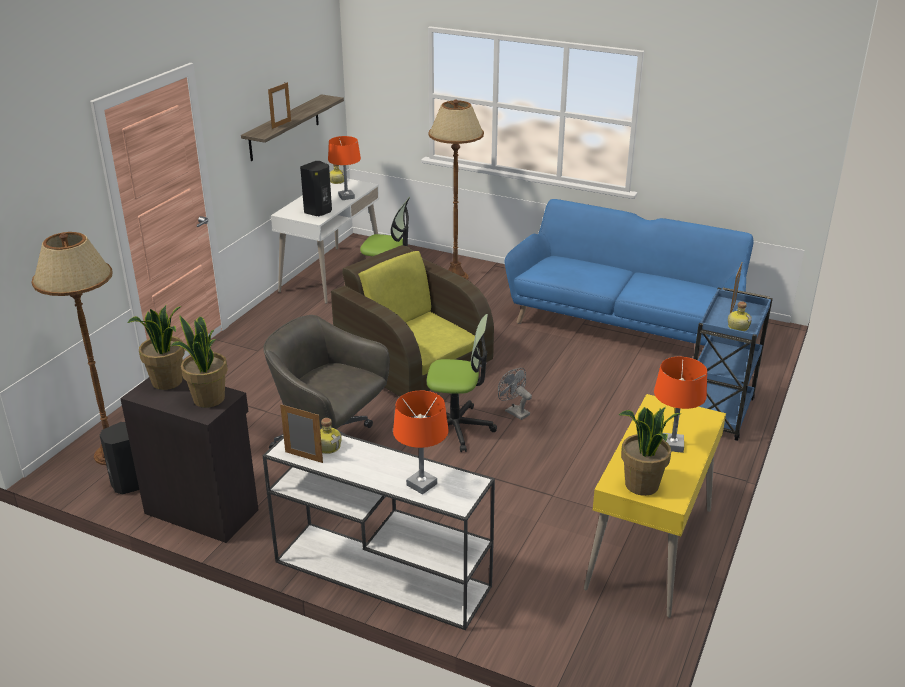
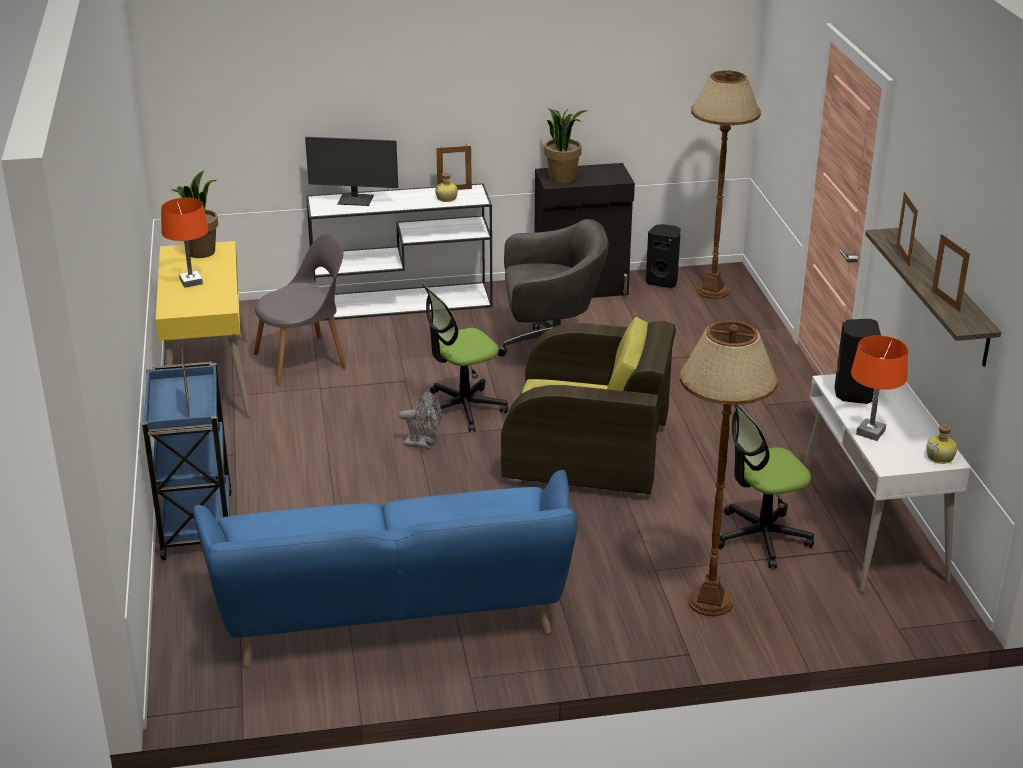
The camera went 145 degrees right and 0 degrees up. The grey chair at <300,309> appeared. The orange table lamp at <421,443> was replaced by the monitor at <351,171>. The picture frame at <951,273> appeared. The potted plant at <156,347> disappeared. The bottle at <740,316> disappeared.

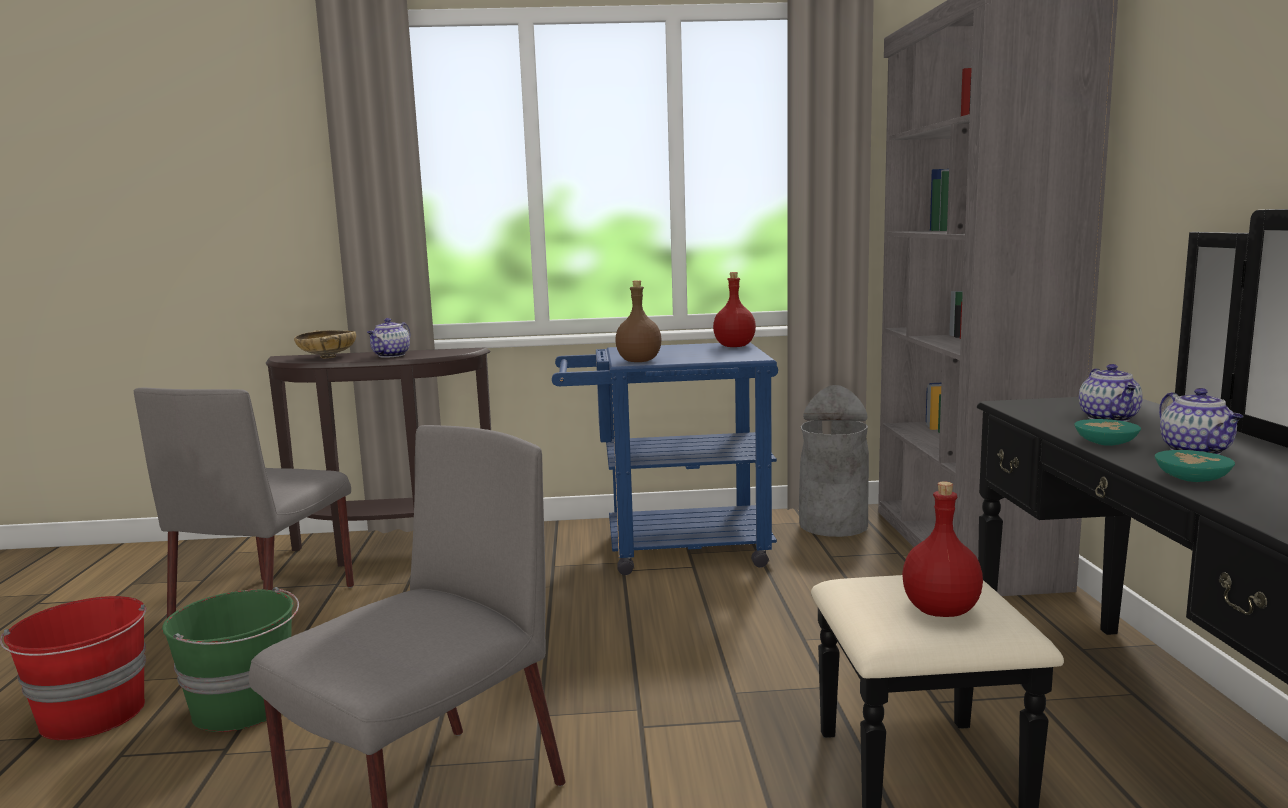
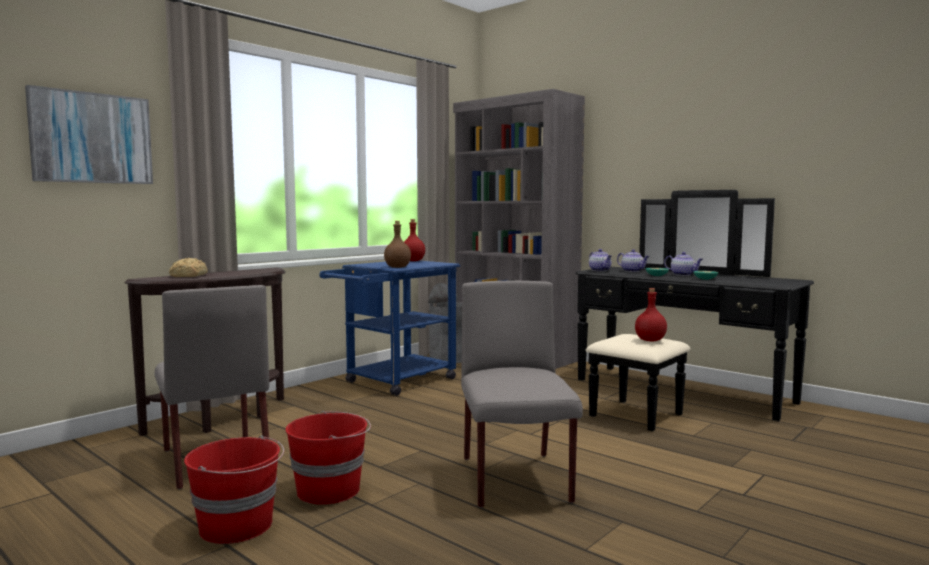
The camera went 45 degrees left and 5 degrees down. The picture at <89,134> appeared. The beige bowl at <325,344> was replaced by the bread at <188,267>. The green bucket at <230,659> became the red bucket at <328,458>. The teapot moved from <388,338> to <600,260>.

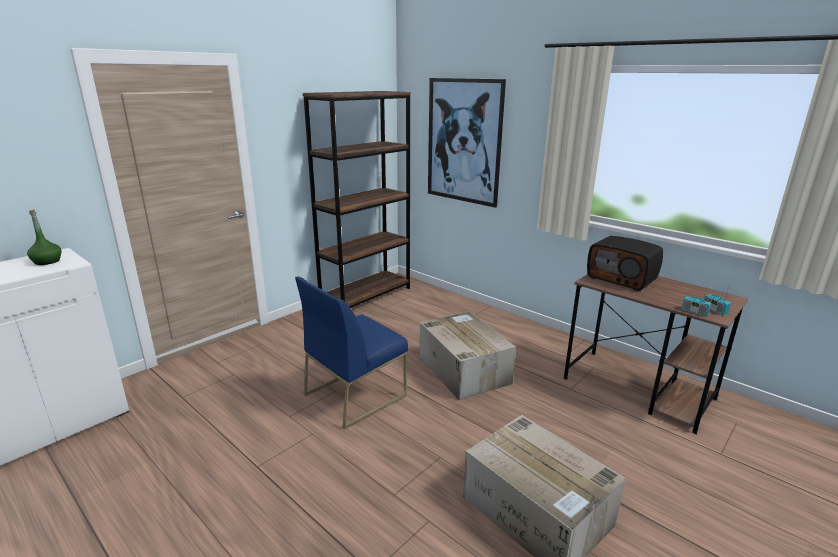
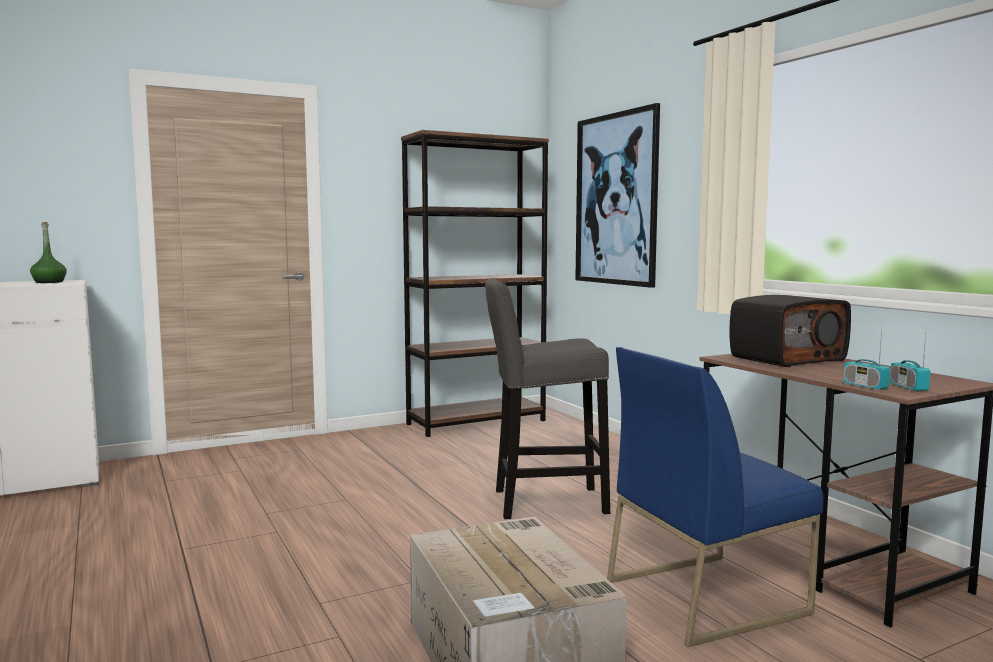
The camera went 20 degrees right and 15 degrees down. The cardboard box at <467,356> was replaced by the grey stool at <547,398>. The blue chair moved from <351,353> to <715,497>. The radio at <625,263> turned 90 degrees counterclockwise.

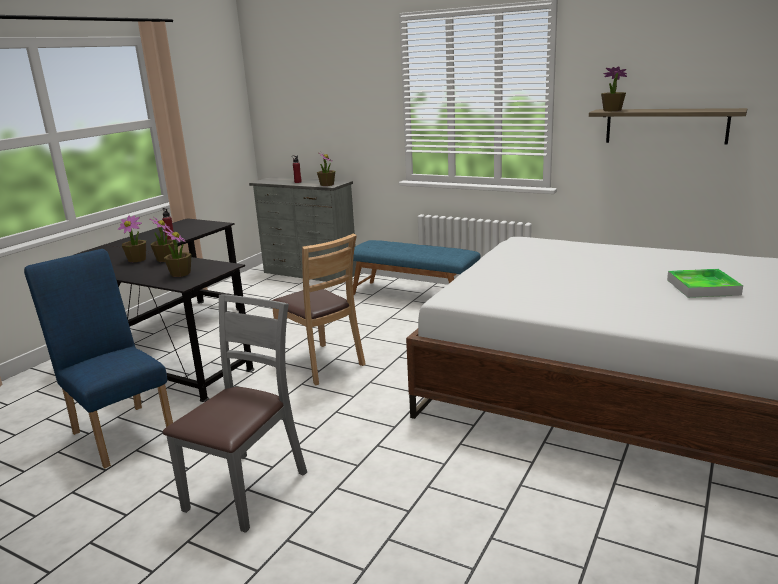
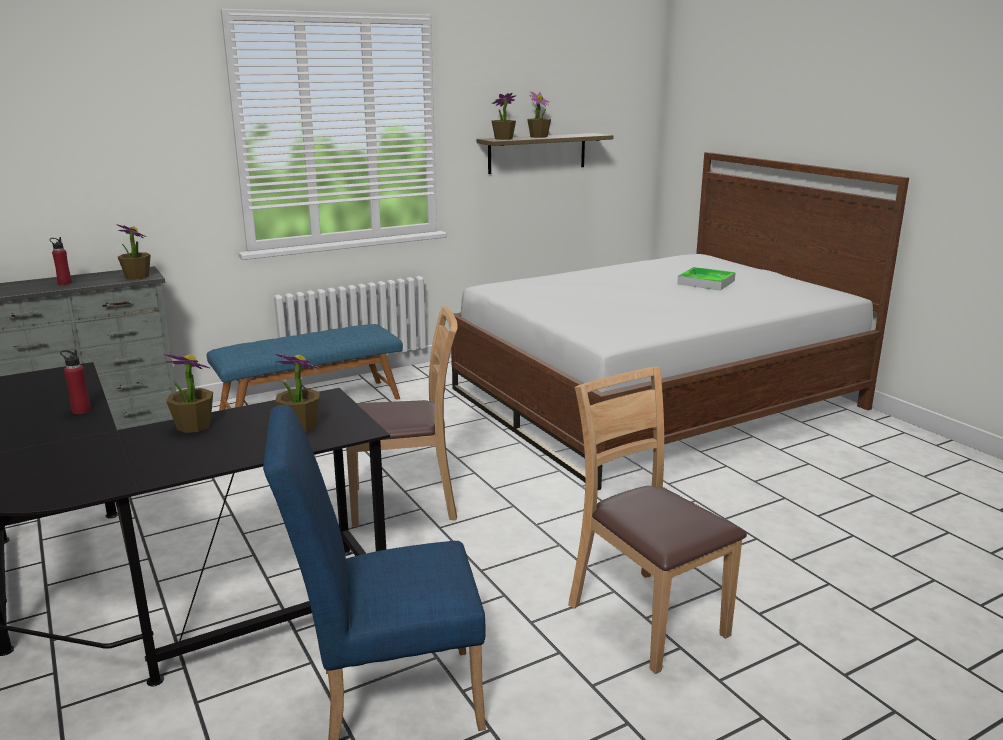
The camera went 60 degrees left and 0 degrees up. The potted plant moved from <132,239> to <539,115>. The grey chair at <235,414> became the brown chair at <657,520>.

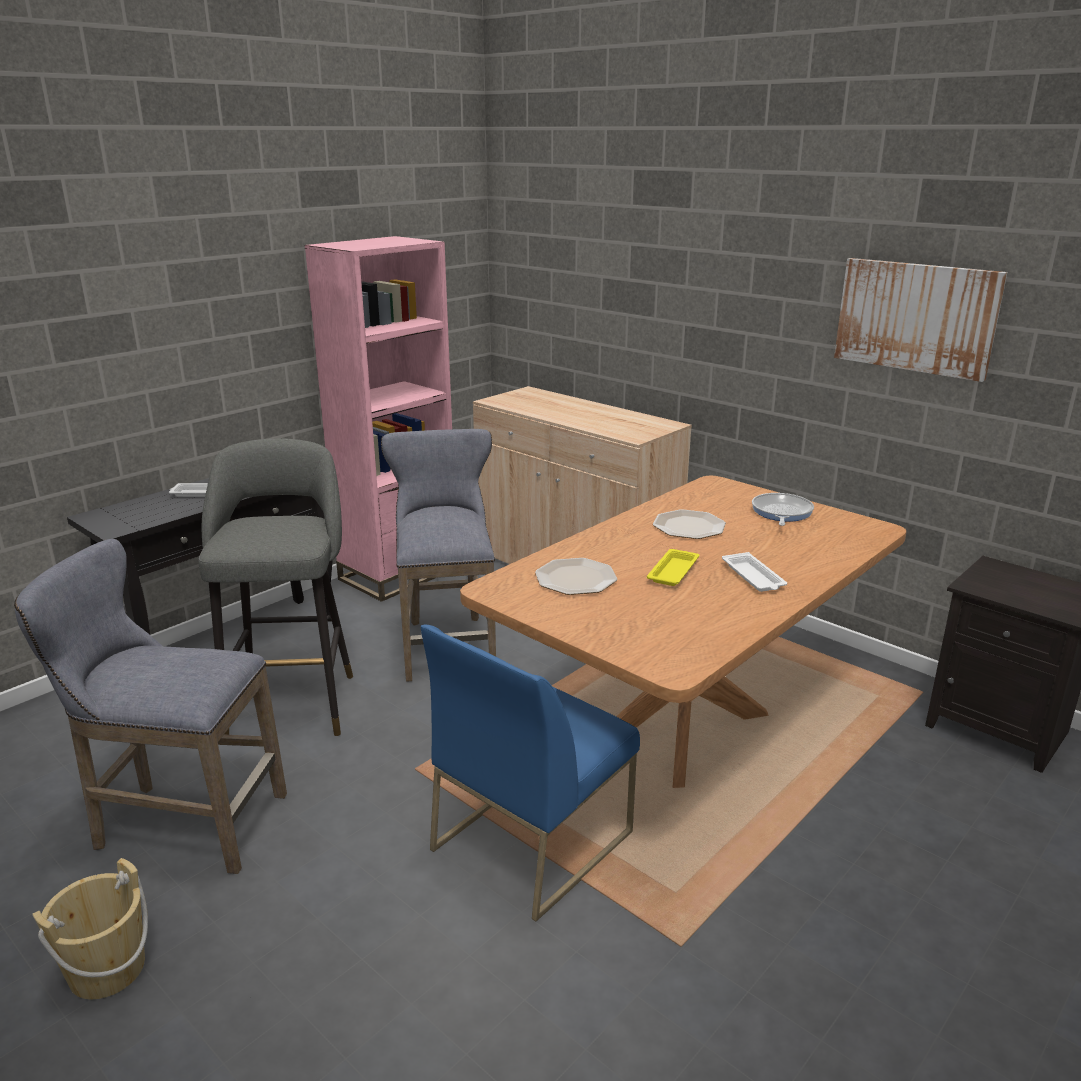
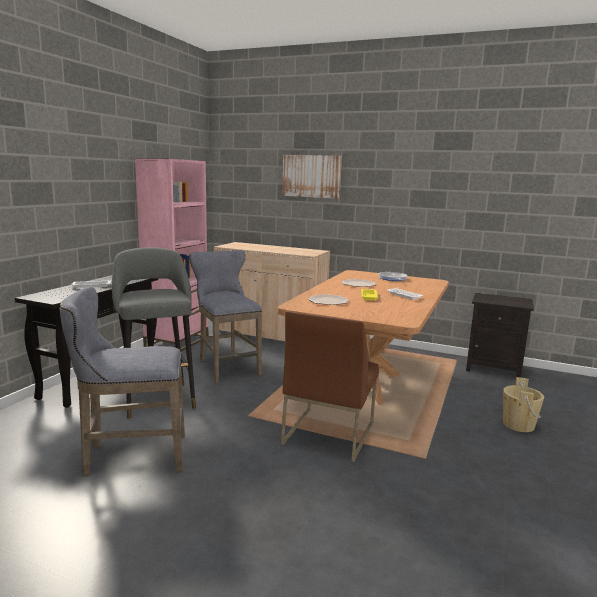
The camera went 20 degrees left and 10 degrees down. The blue chair at <530,773> became the brown chair at <330,386>. The picture moved from <920,320> to <312,177>. The beige bucket moved from <90,928> to <523,404>.

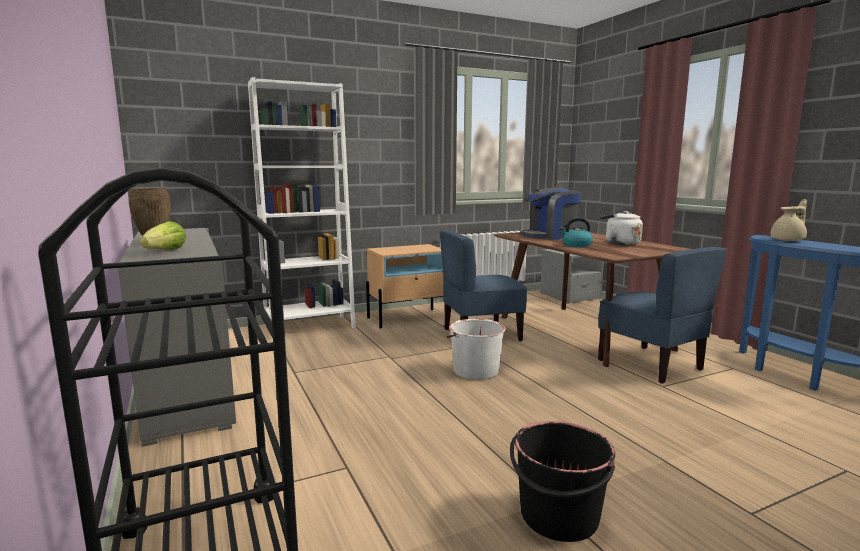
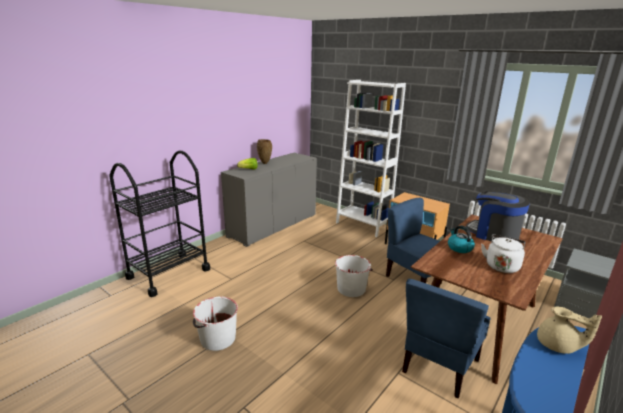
The camera went 65 degrees right and 10 degrees up. The black bucket at <562,481> became the white bucket at <215,324>.

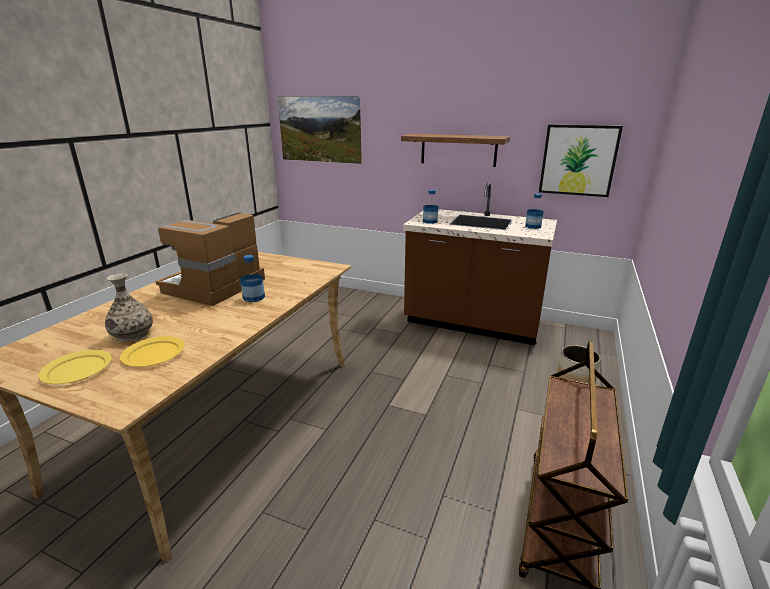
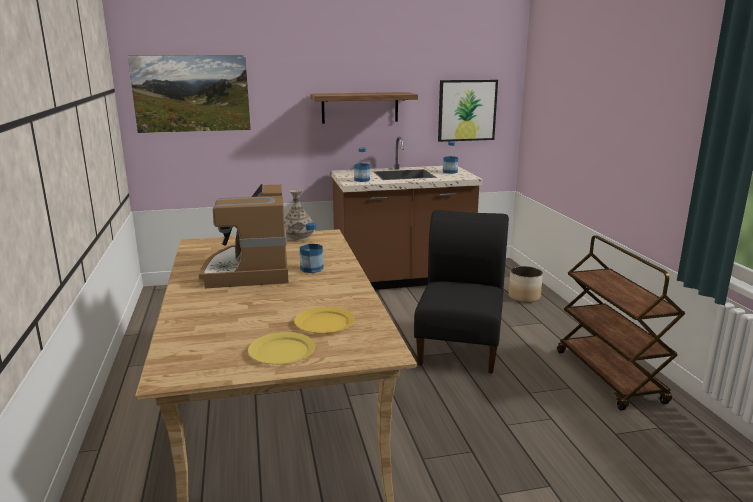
The camera went 35 degrees left and 5 degrees down. The vase moved from <129,307> to <299,215>. The black chair at <461,292> appeared.

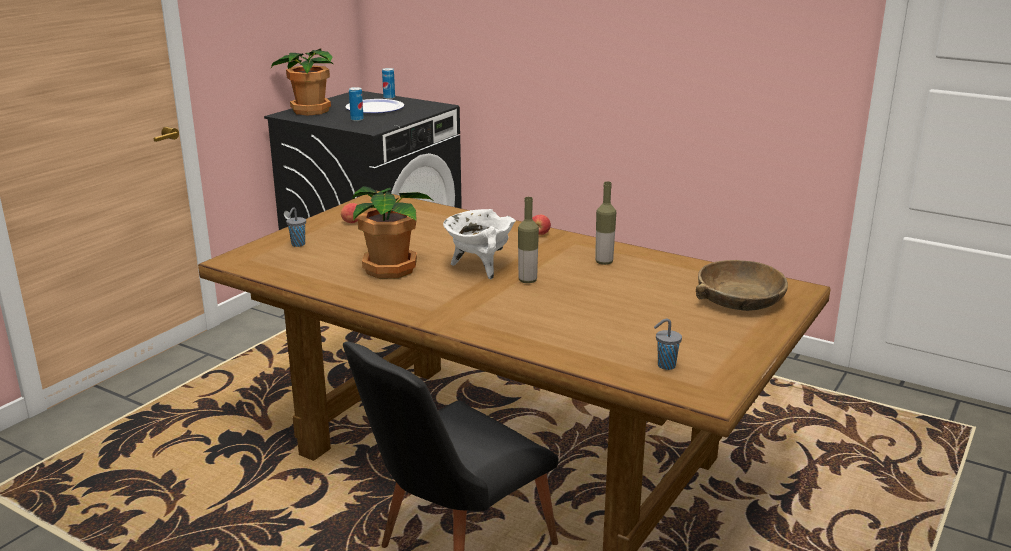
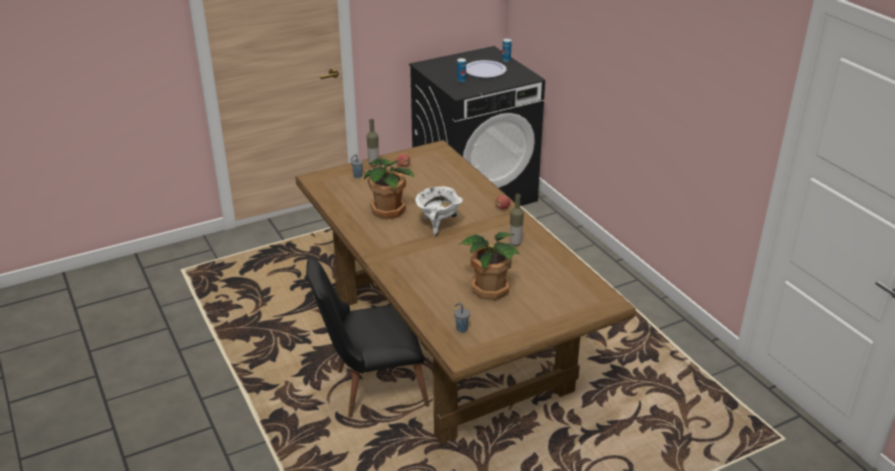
The camera went 30 degrees right and 10 degrees up. The bottle moved from <528,240> to <373,142>. The potted plant moved from <302,82> to <489,266>. The brown bowl at <742,285> disappeared.

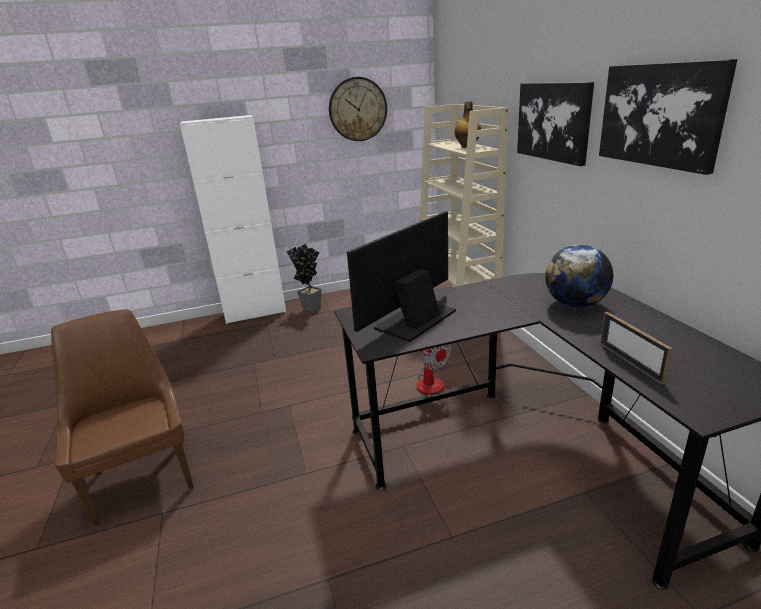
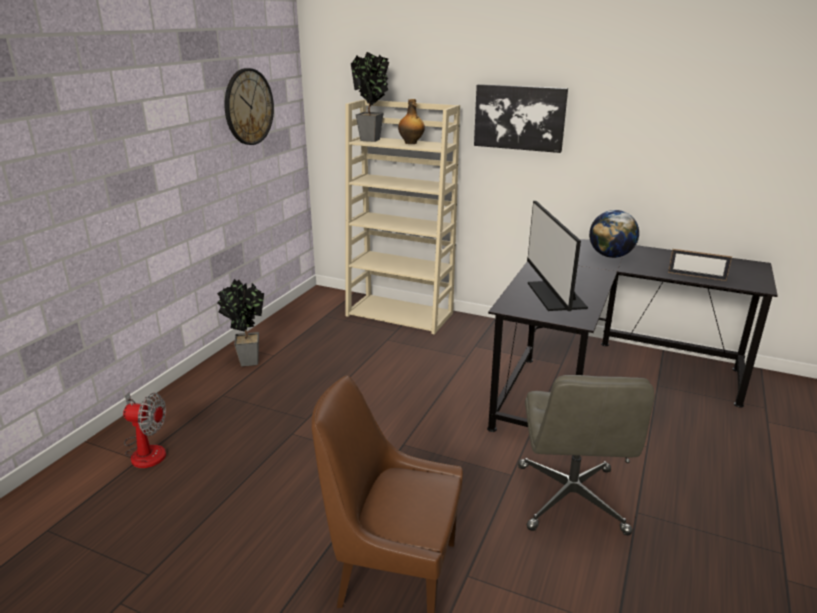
The camera went 50 degrees left and 0 degrees up. The fan moved from <434,369> to <144,430>. The potted plant at <370,97> appeared. The grey office chair at <586,455> appeared. The white cabinet at <233,219> disappeared. The picture at <668,117> disappeared.

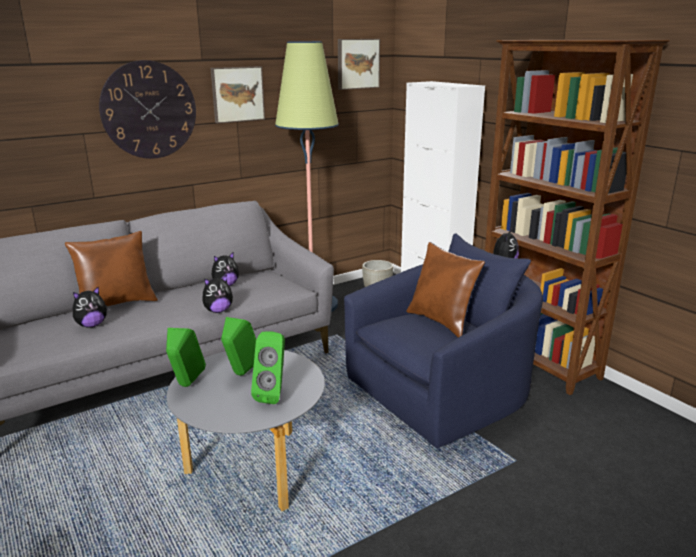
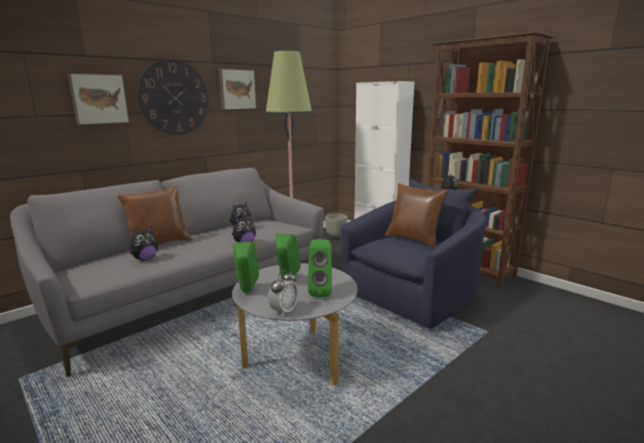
The camera went 10 degrees left and 5 degrees down. The picture moved from <359,64> to <99,99>. The alarm clock at <283,293> appeared.

